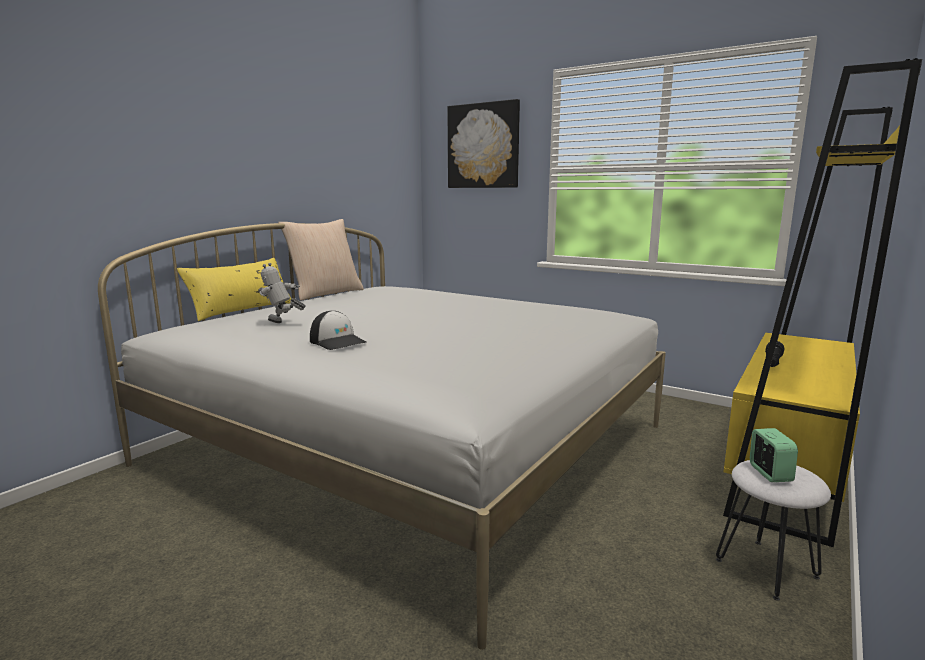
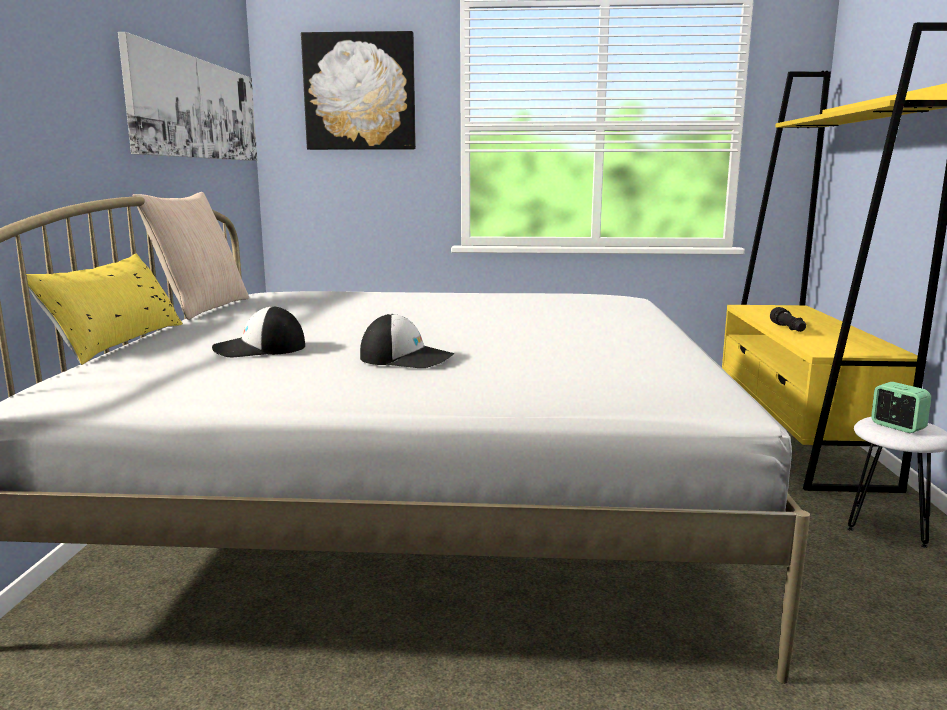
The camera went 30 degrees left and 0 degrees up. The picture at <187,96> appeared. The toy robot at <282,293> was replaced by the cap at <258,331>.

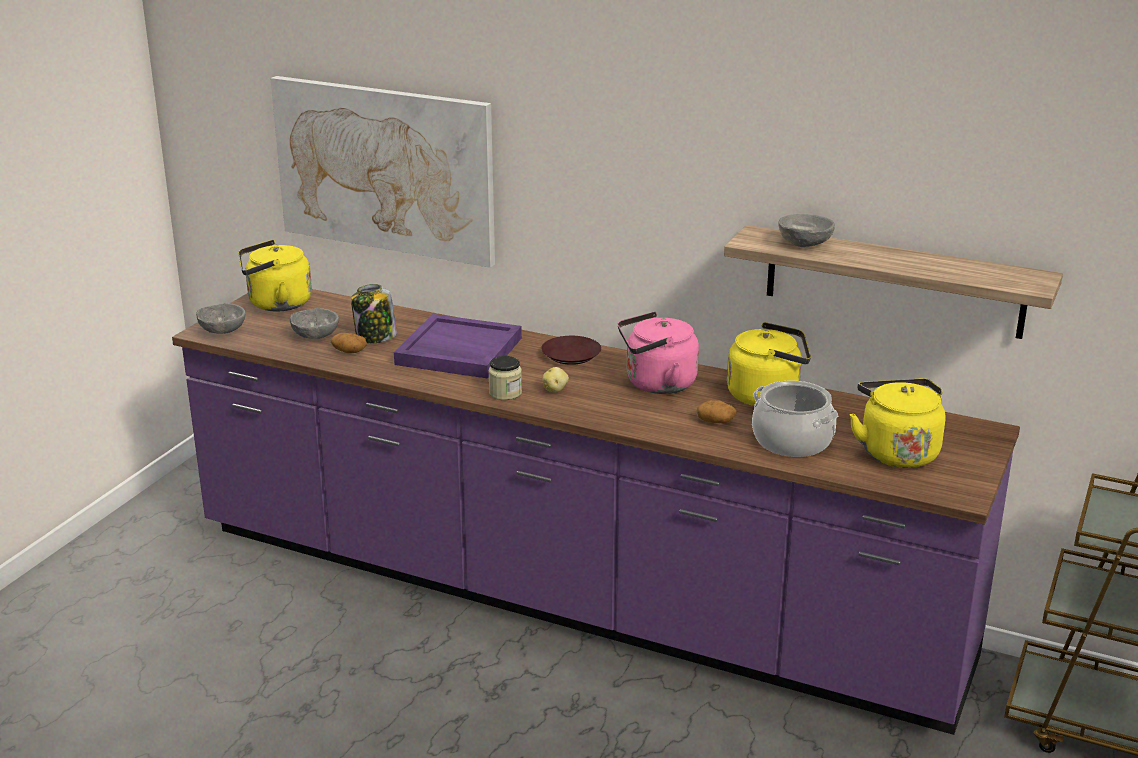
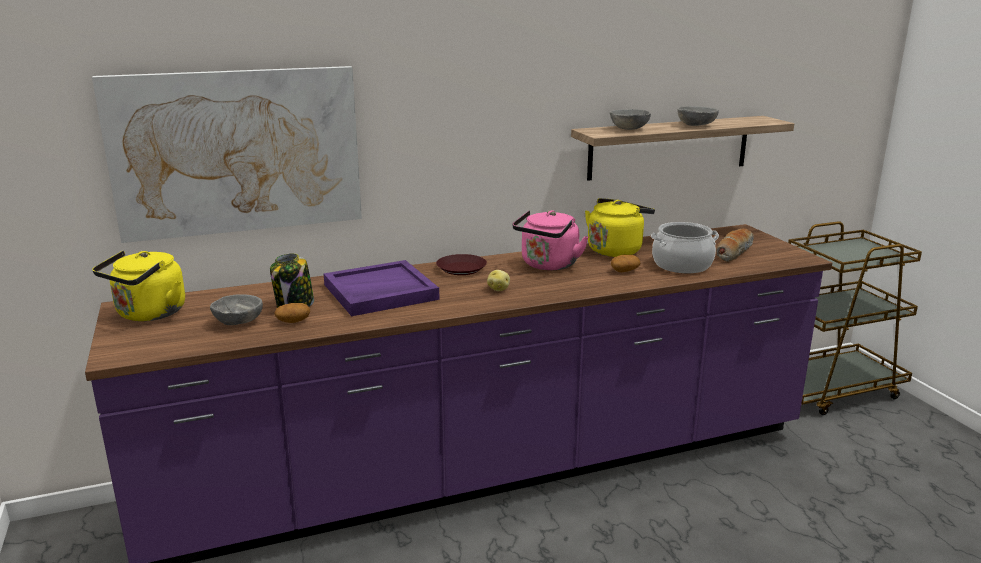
The camera went 45 degrees left and 5 degrees down. The grey bowl moved from <221,318> to <698,116>. The yellow kettle at <897,423> was replaced by the bread at <735,245>. The jar at <505,378> disappeared.

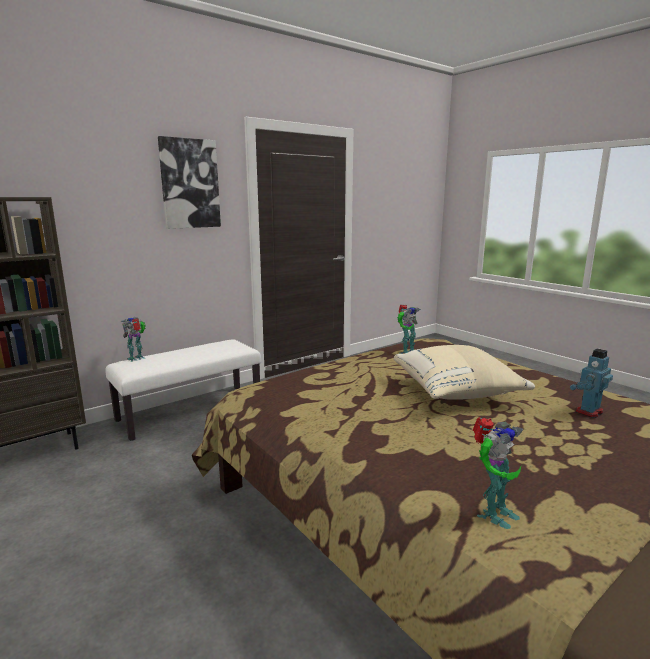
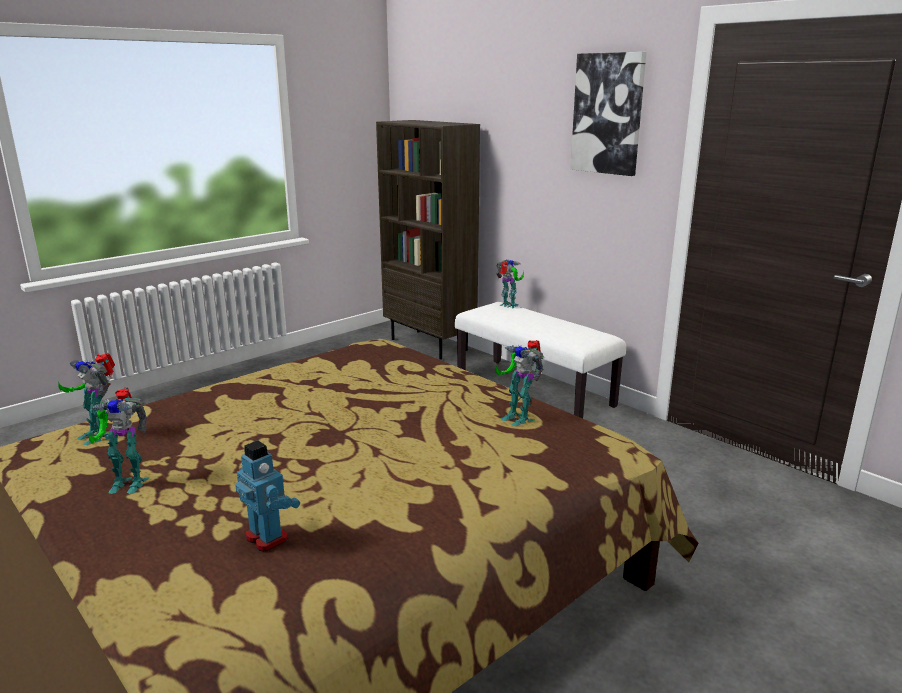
The camera went 85 degrees right and 5 degrees up. The toy robot at <119,440> appeared. The beige pillow at <464,372> disappeared.

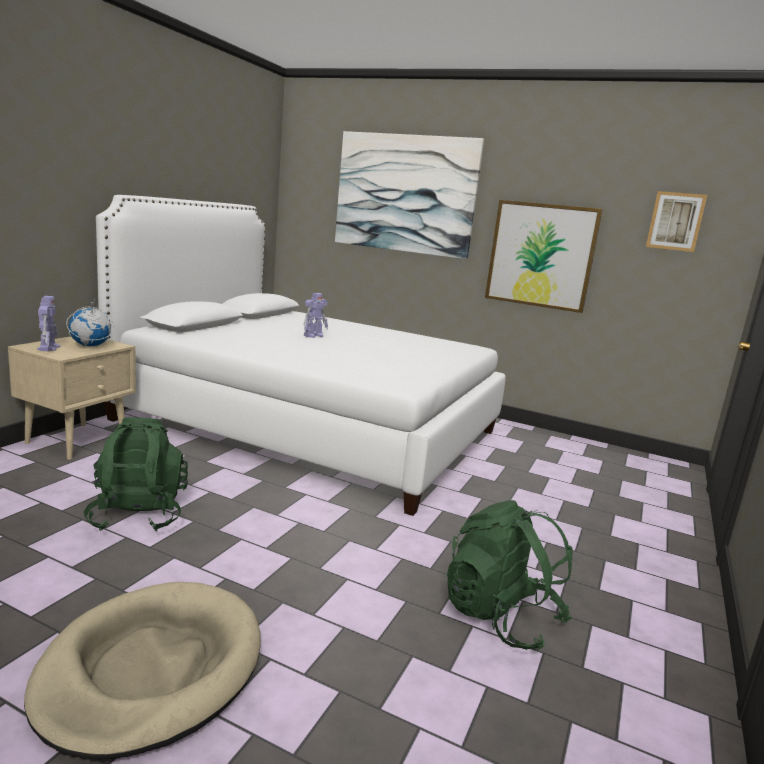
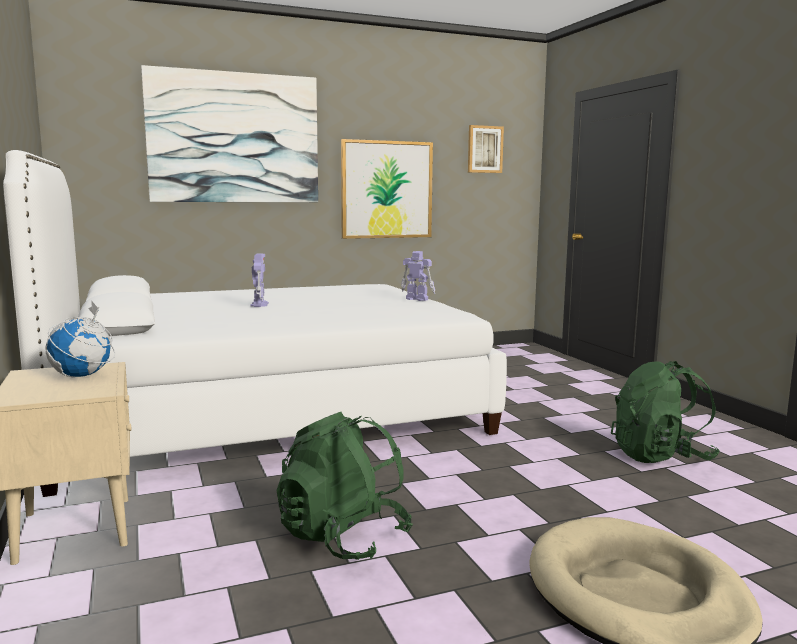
The camera went 45 degrees left and 5 degrees down. The toy robot moved from <48,323> to <418,276>.

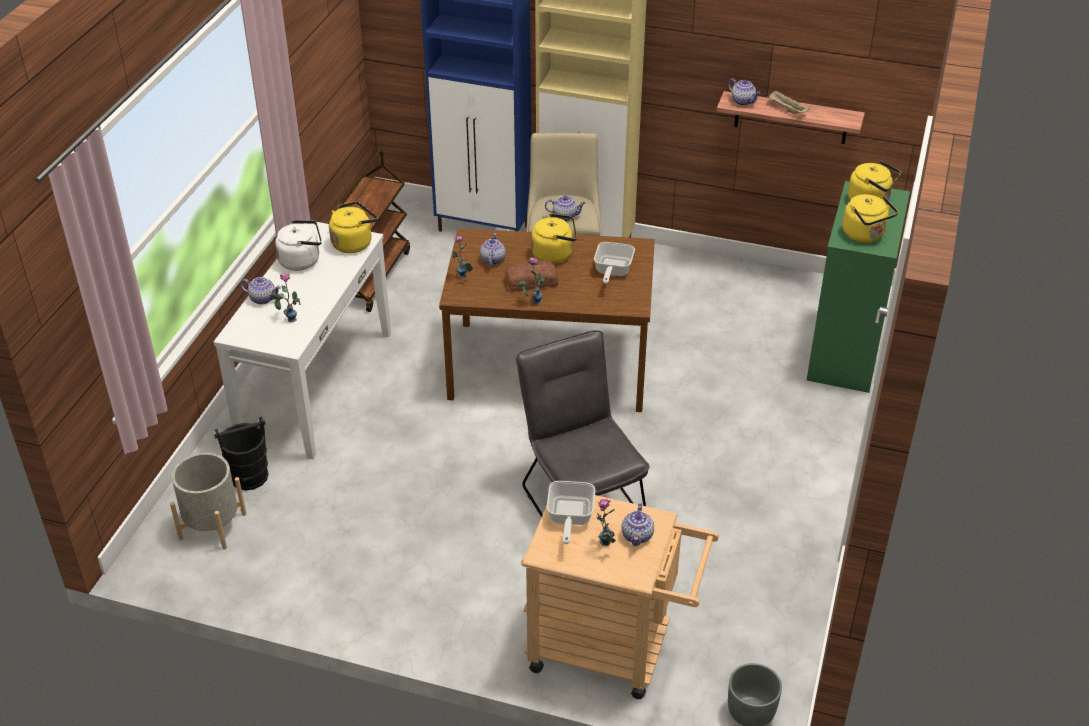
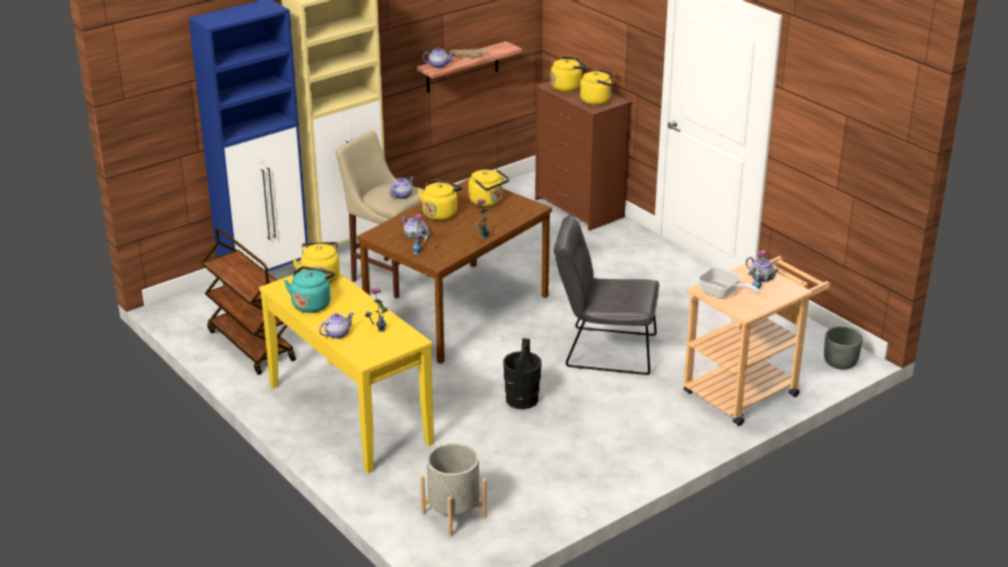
The camera went 55 degrees left and 10 degrees down. The white console table at <302,340> became the yellow console table at <346,373>. The white kettle at <298,245> became the turquoise kettle at <309,289>. The frying pan at <614,263> was replaced by the yellow kettle at <488,188>. The black bucket moved from <241,453> to <522,373>. The green dresser at <858,287> became the brown dresser at <583,156>. The bread at <532,276> disappeared.

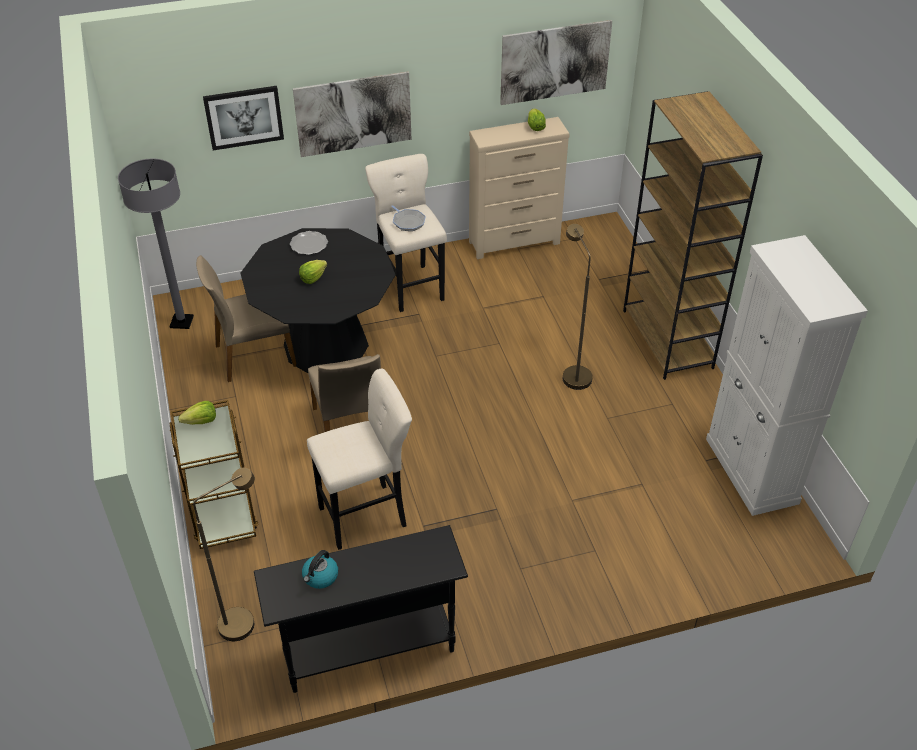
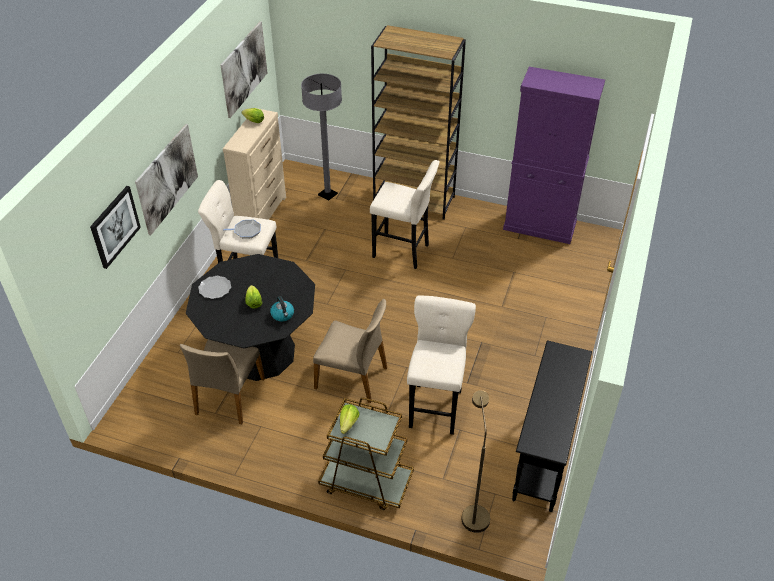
The camera went 55 degrees left and 0 degrees up. The kettle moved from <320,569> to <282,309>. The grey floor lamp moved from <156,244> to <321,137>. The brown floor lamp at <578,307> was replaced by the beige stool at <405,214>. The white cabinet at <787,375> became the purple cabinet at <554,155>.

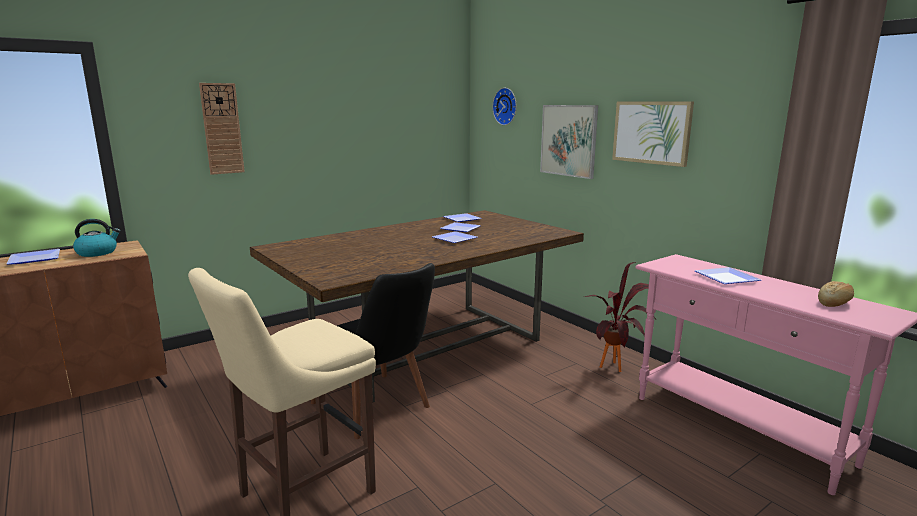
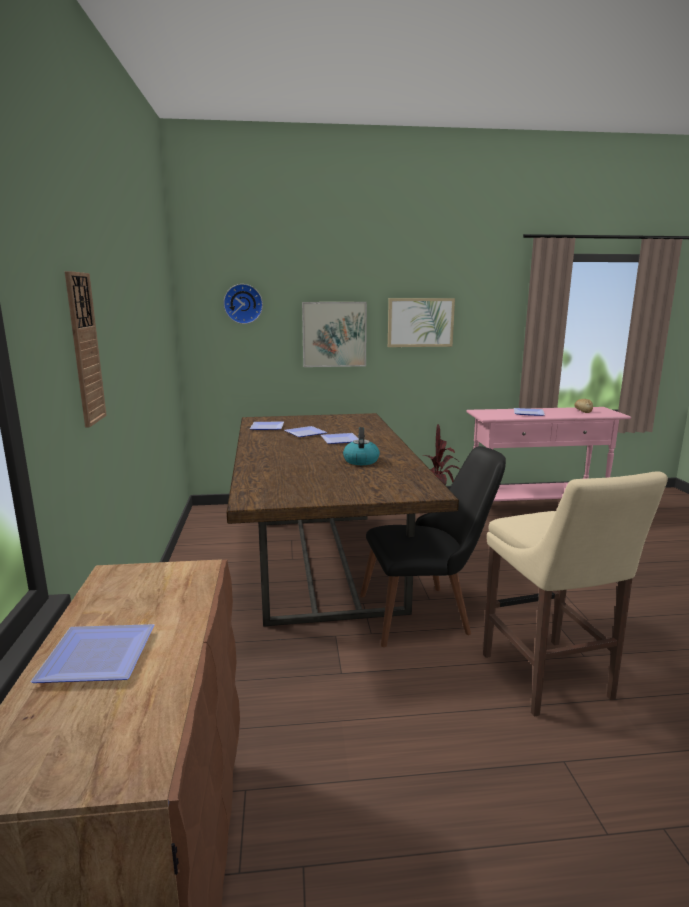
The camera went 60 degrees left and 0 degrees up. The kettle moved from <97,238> to <361,446>.

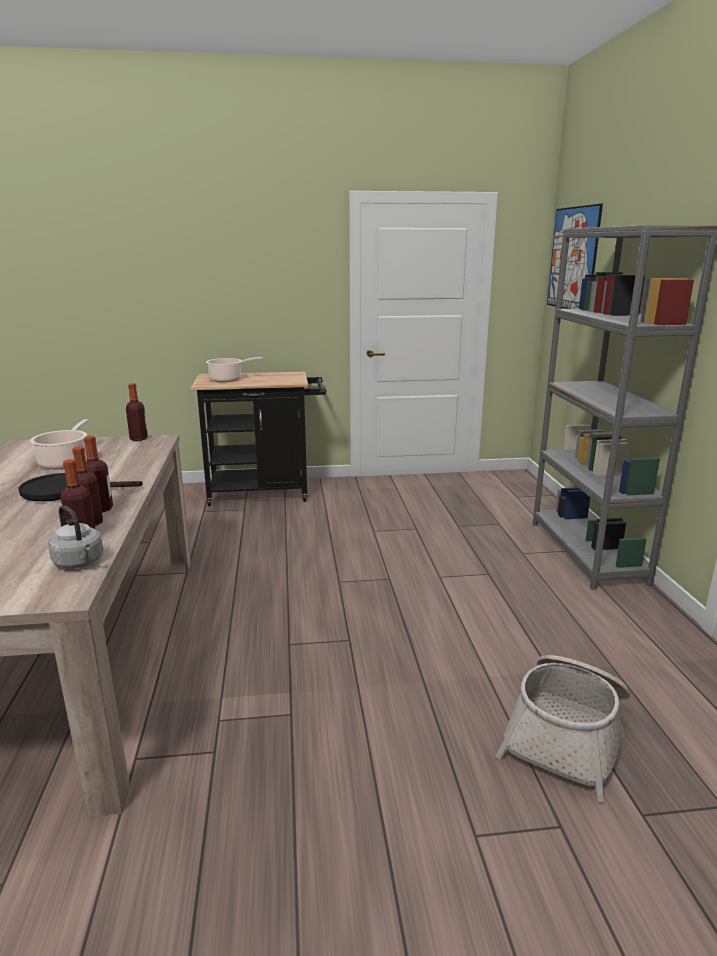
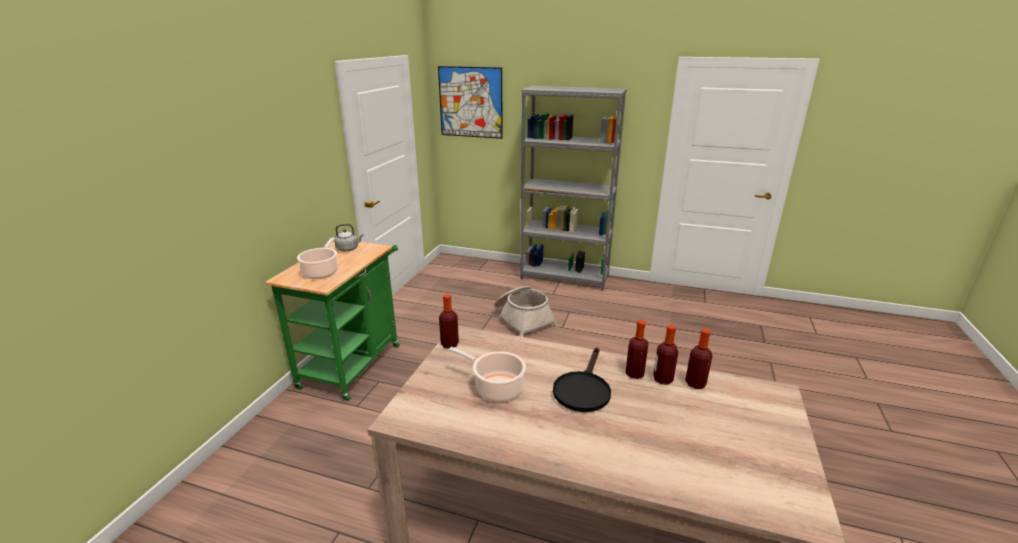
The camera went 65 degrees left and 5 degrees up. The black cart at <258,439> became the green cart at <332,321>. The grey kettle moved from <75,537> to <349,237>. The basket moved from <563,728> to <525,311>.

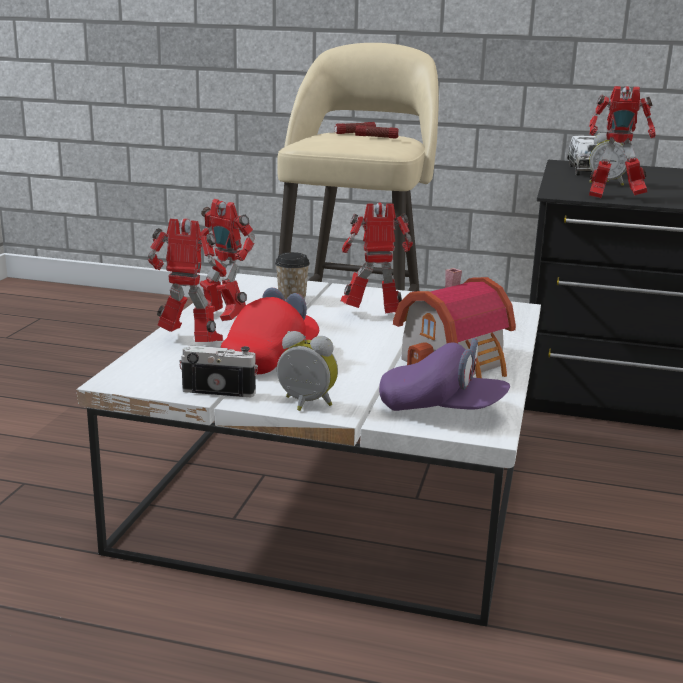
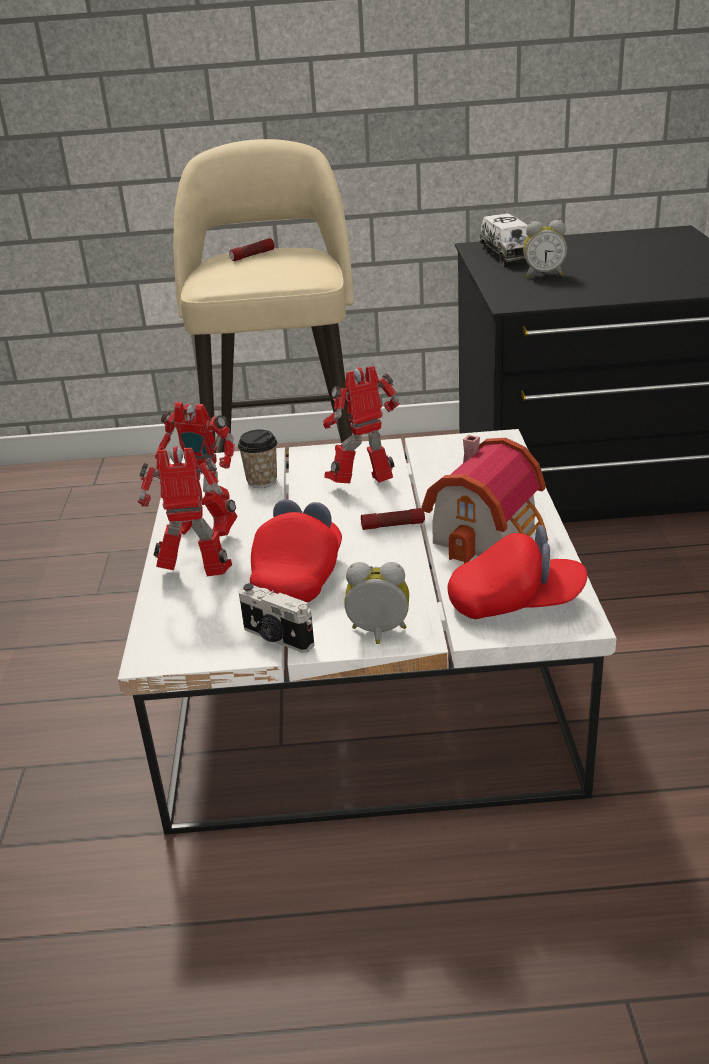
The camera went 15 degrees left and 10 degrees up. The photo camera at <218,371> turned 135 degrees counterclockwise. The flashlight moved from <377,132> to <393,519>. The purple cap at <444,374> became the red cap at <517,572>. The toy robot at <622,142> disappeared.

